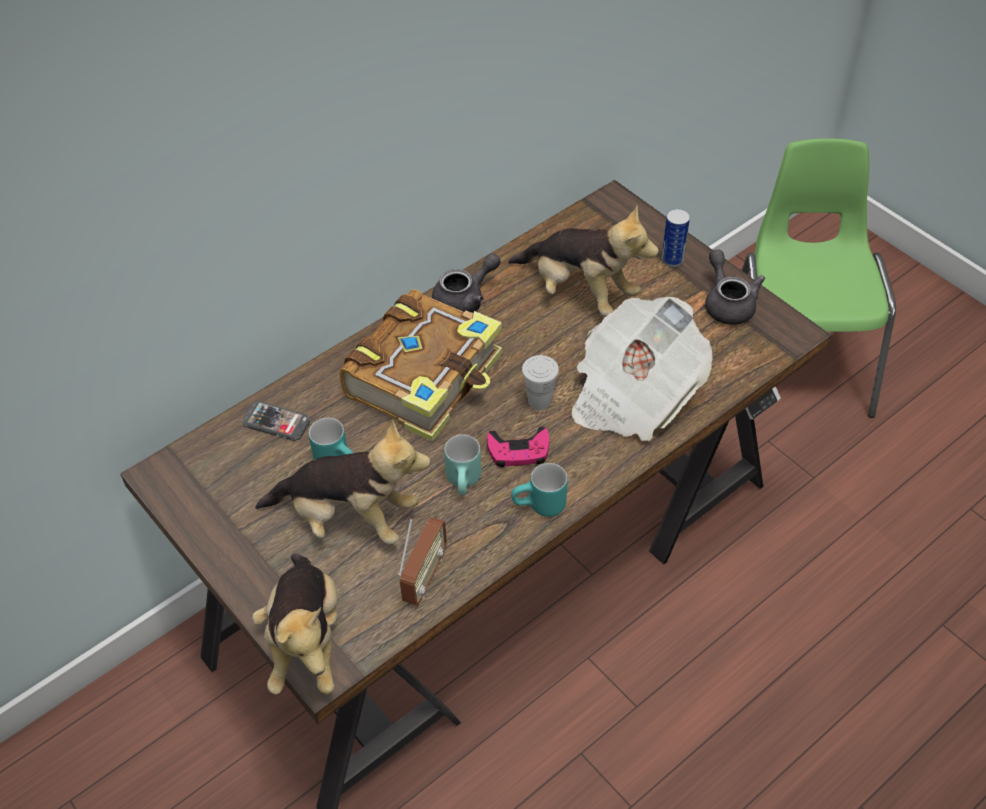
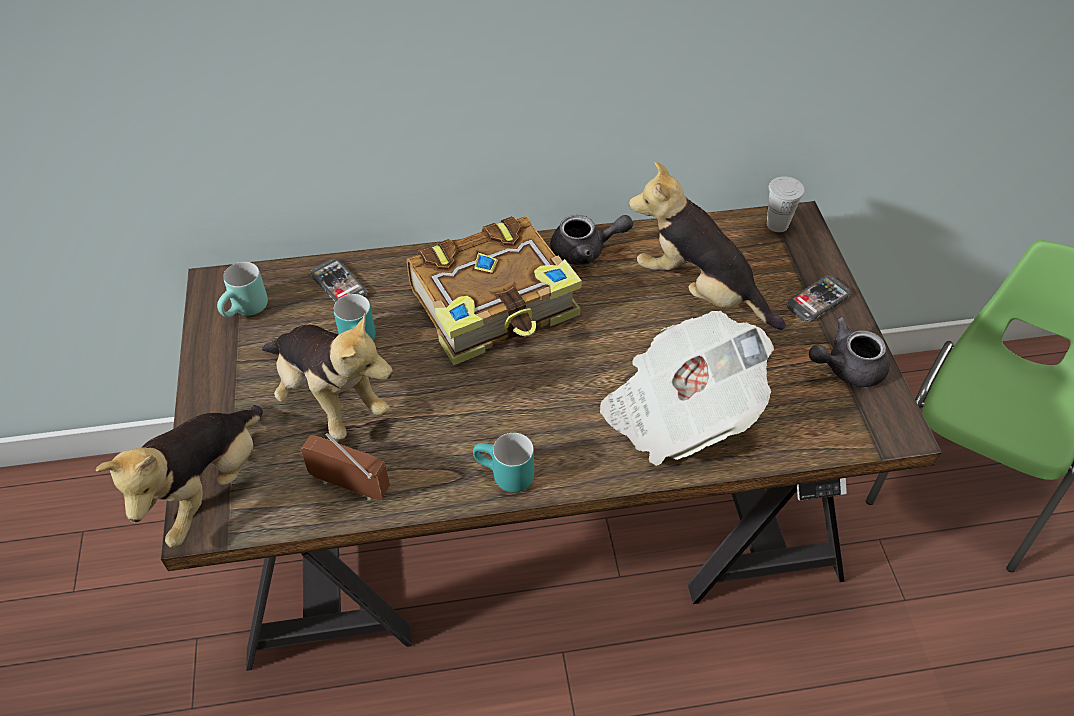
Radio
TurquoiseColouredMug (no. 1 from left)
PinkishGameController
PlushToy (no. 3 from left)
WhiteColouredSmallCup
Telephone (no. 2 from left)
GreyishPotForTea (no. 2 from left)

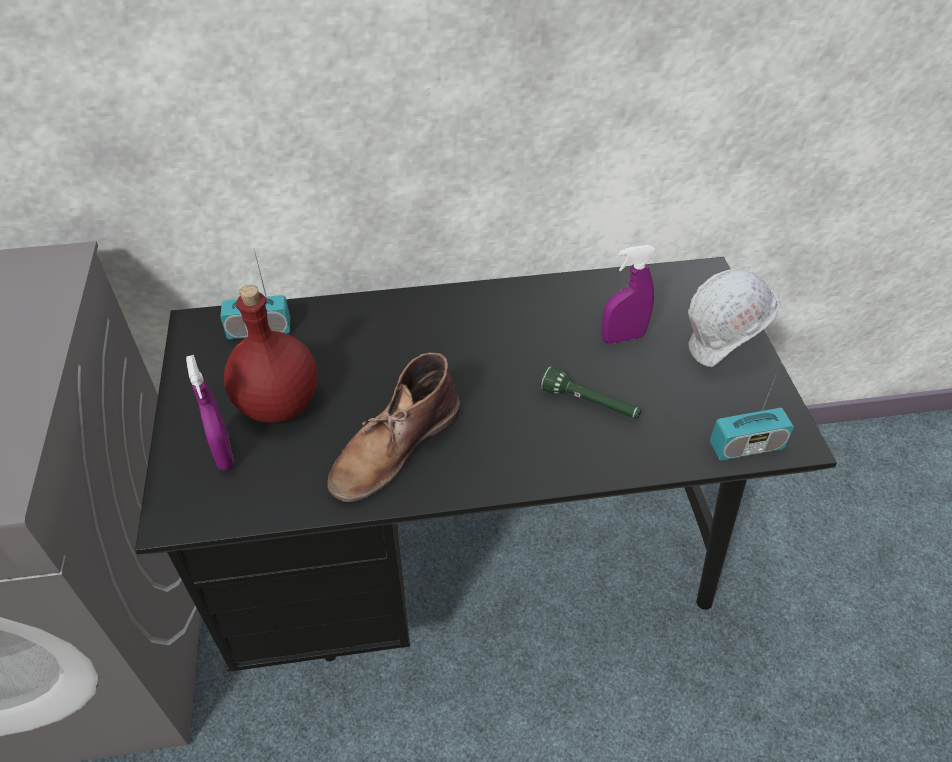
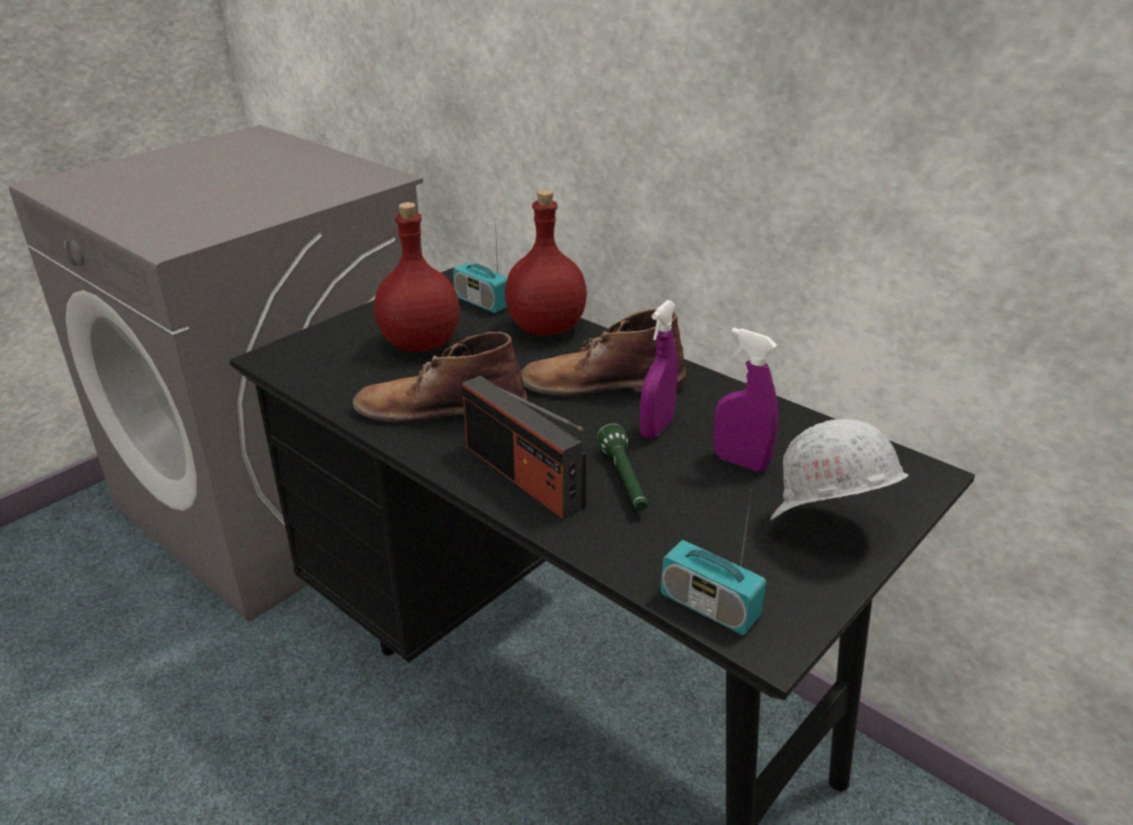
PurplishHandSprayer (no. 1 from left)
Radio (no. 2 from left)
RedBeverageBottle (no. 2 from left)
BrownColouredBoot (no. 2 from left)

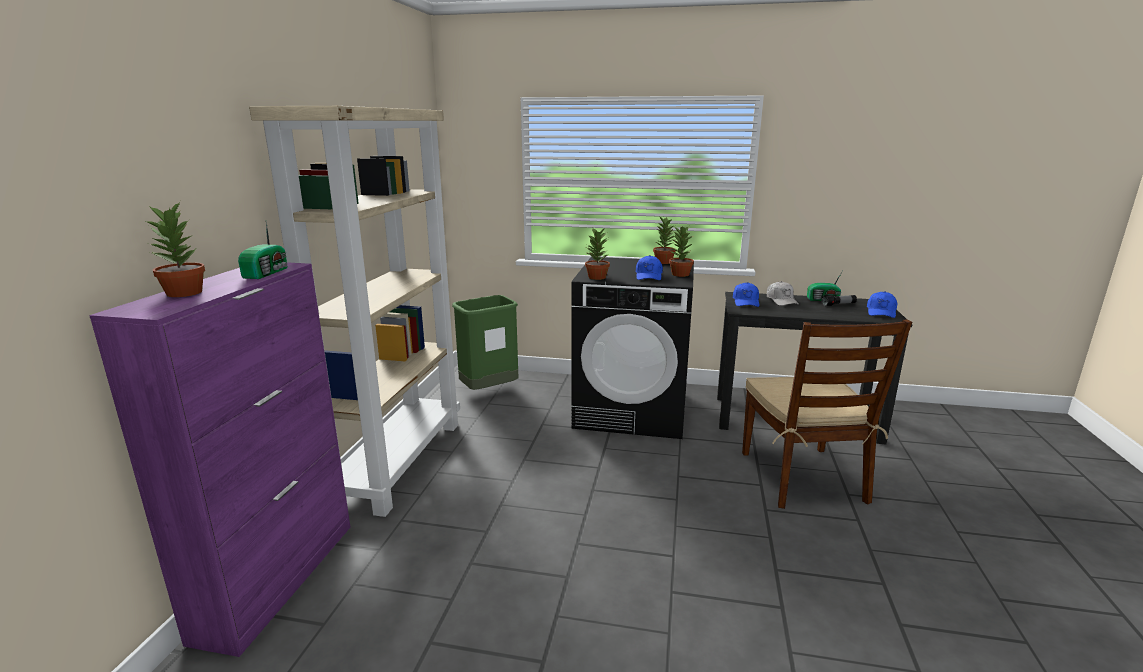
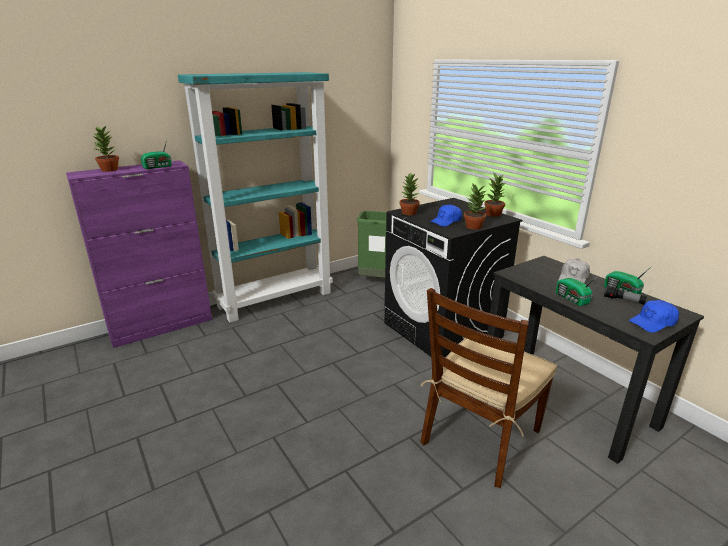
TurquoiseColouredBookcase
BlueBaseballCap (no. 2 from left in the first image)
Radio (no. 2 from left)

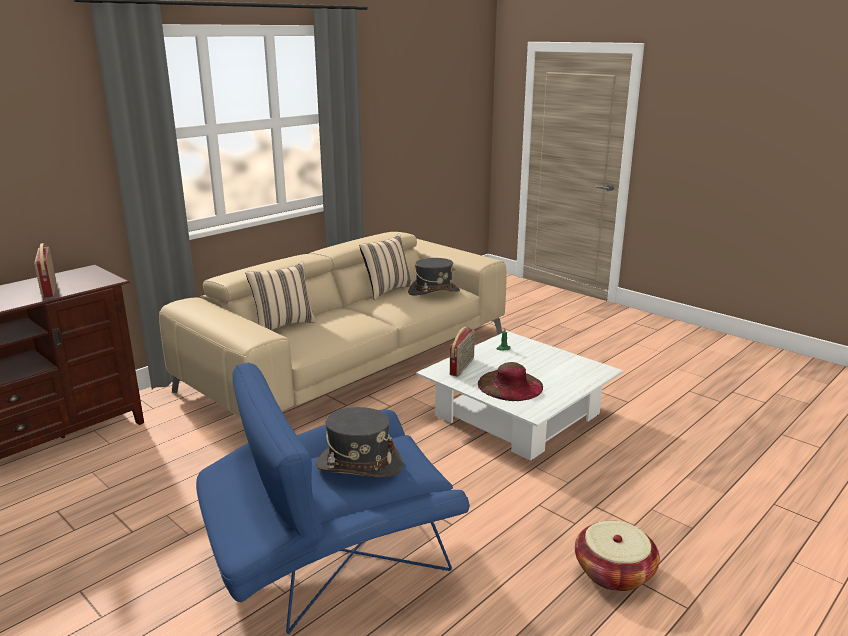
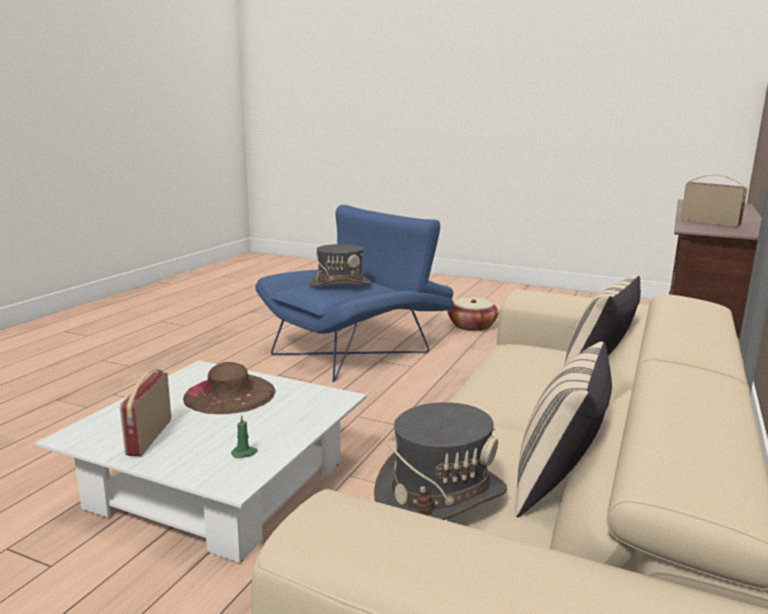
Radio (no. 1 from left)
Basket

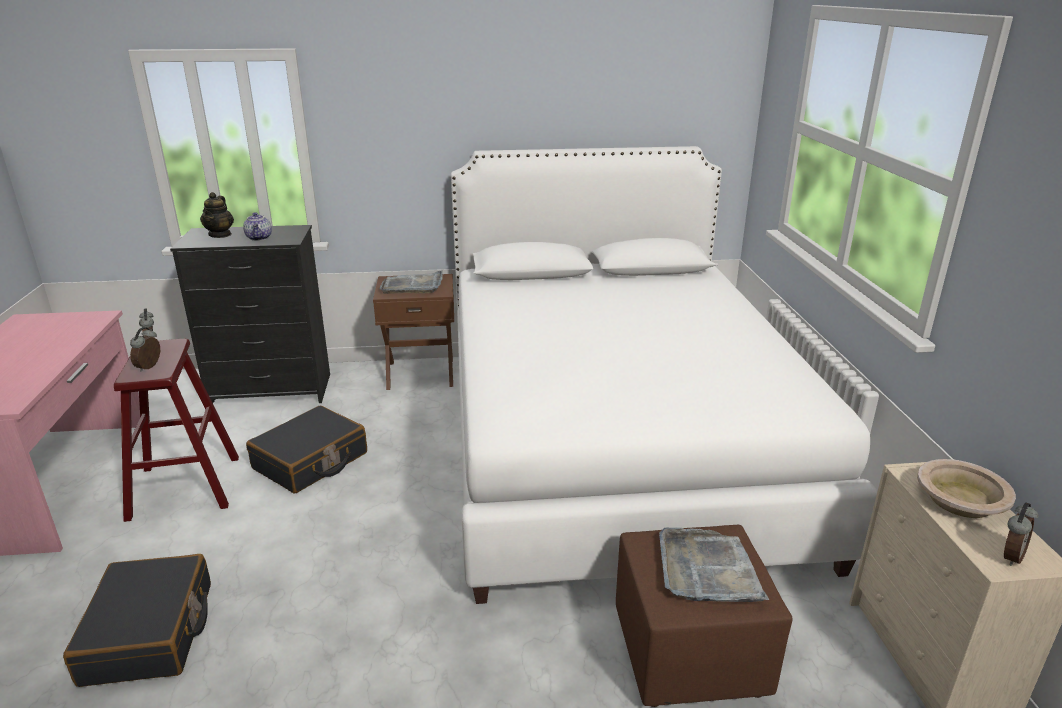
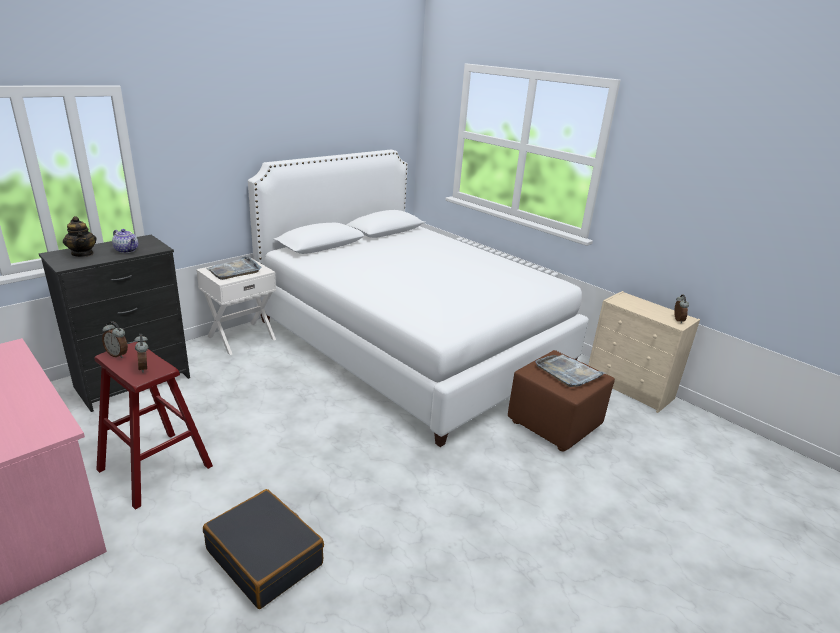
BlackColouredTravelCase (no. 2 from left in the first image)
WhiteColouredNightTable
BeigeServingBowl

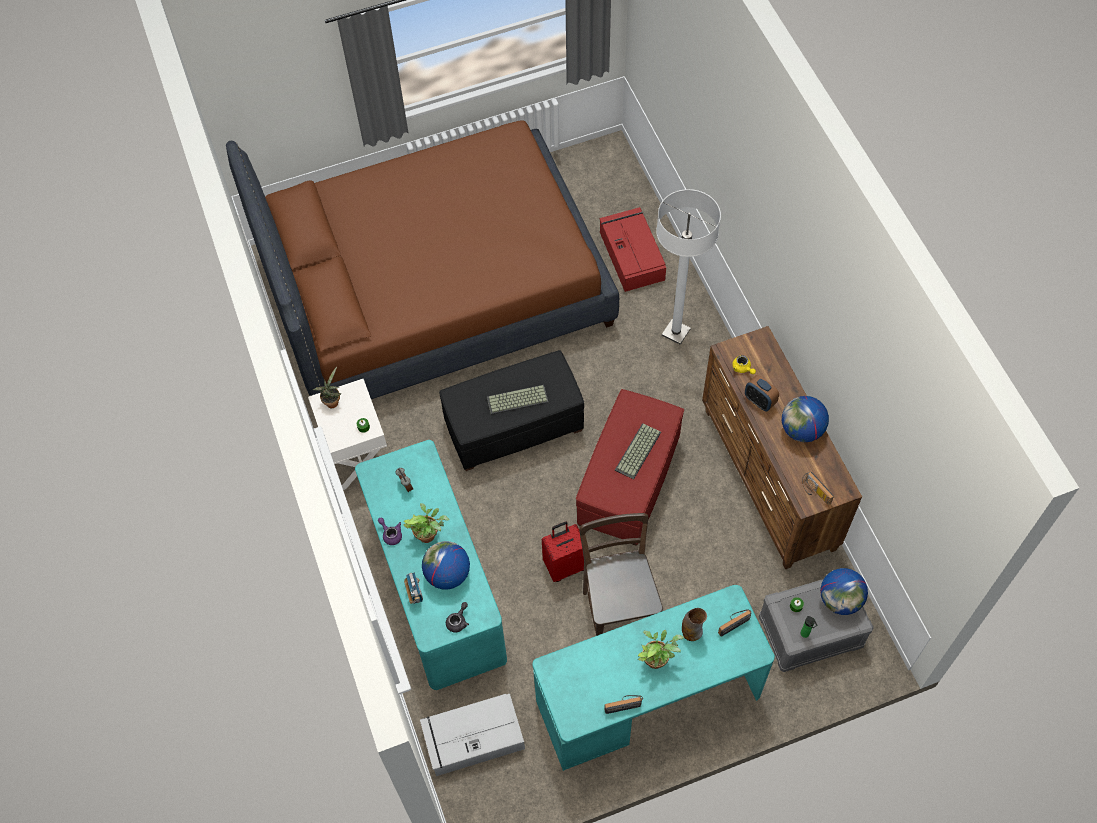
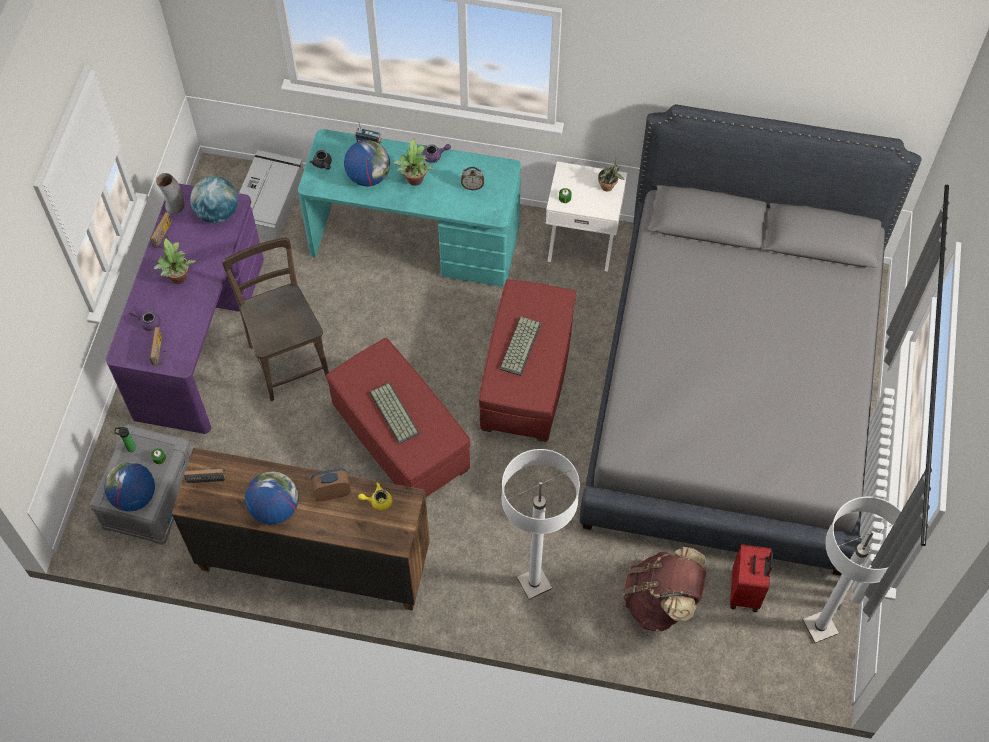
GreyishSleepingBed
RedPouffe (no. 2 from left)
PurplishDesk
RedTravelCase
BrownColouredUprightChair
BrownColouredRucksack
FlowerVase
PurplishPotForTea (no. 1 from left)
WorldGlobe (no. 2 from left)
WhiteColouredStandardLamp (no. 2 from left)

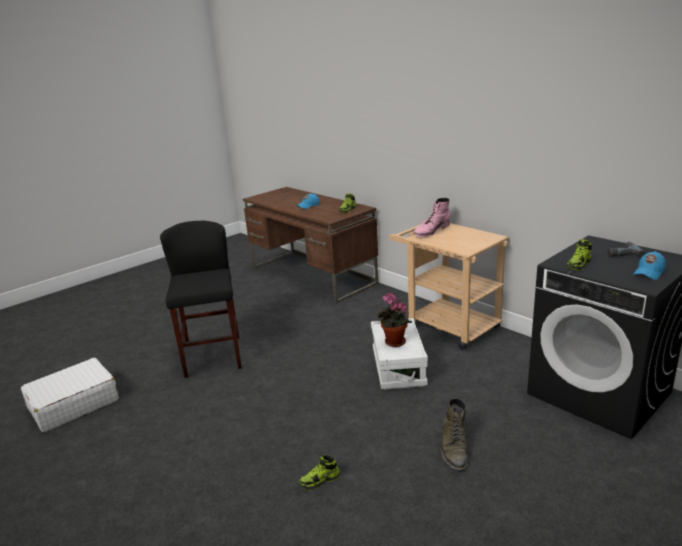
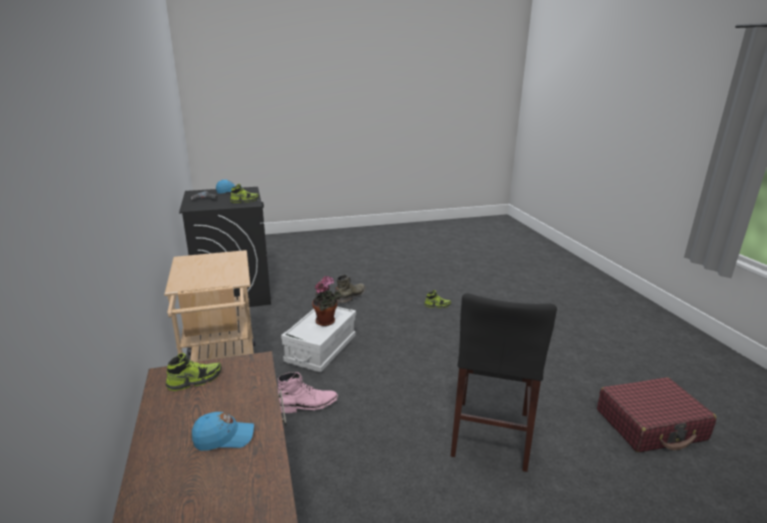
RedTravelCase
PinkishBoot

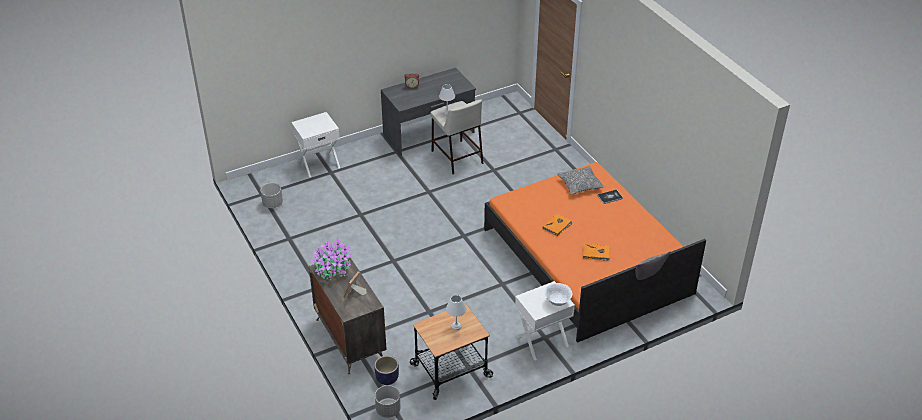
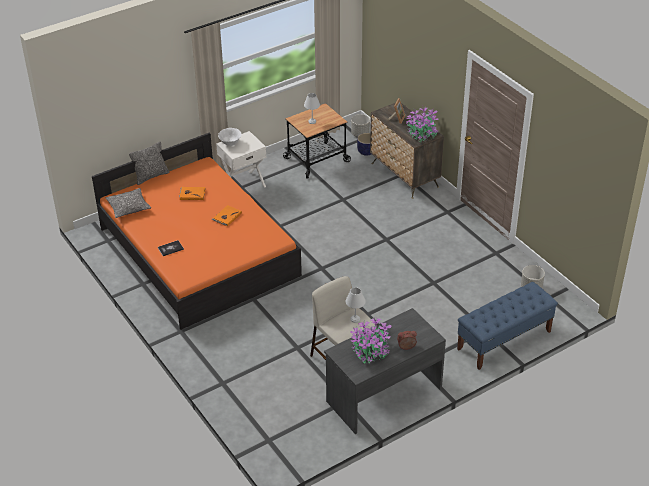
BlueLongSeat
Pillow (no. 1 from left)
PottedPlant (no. 1 from left)

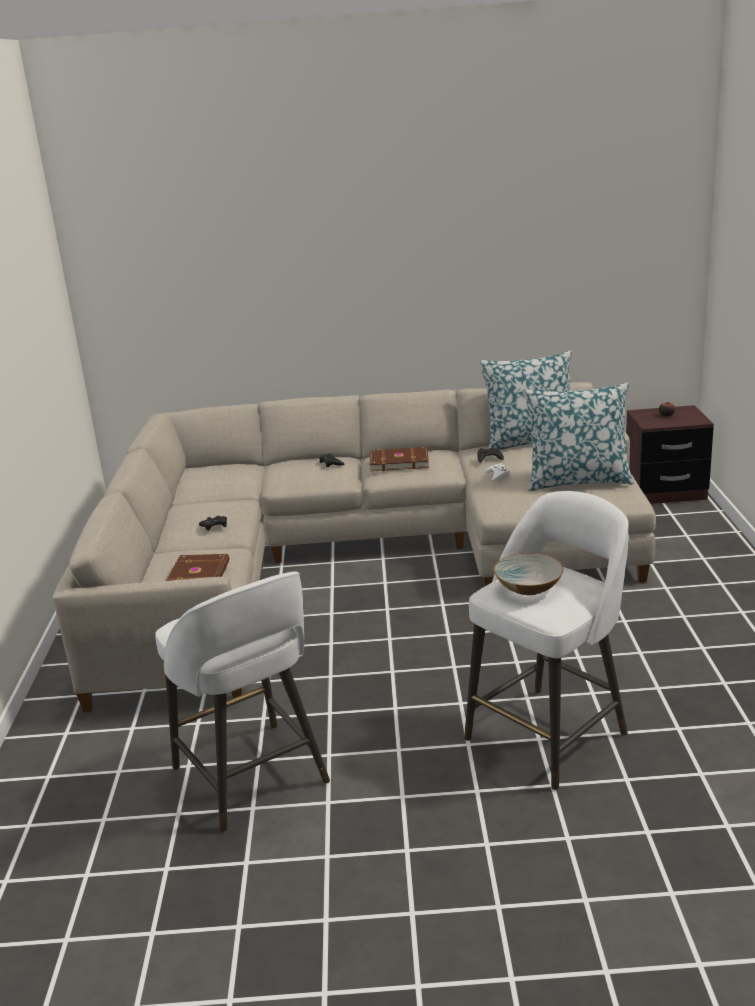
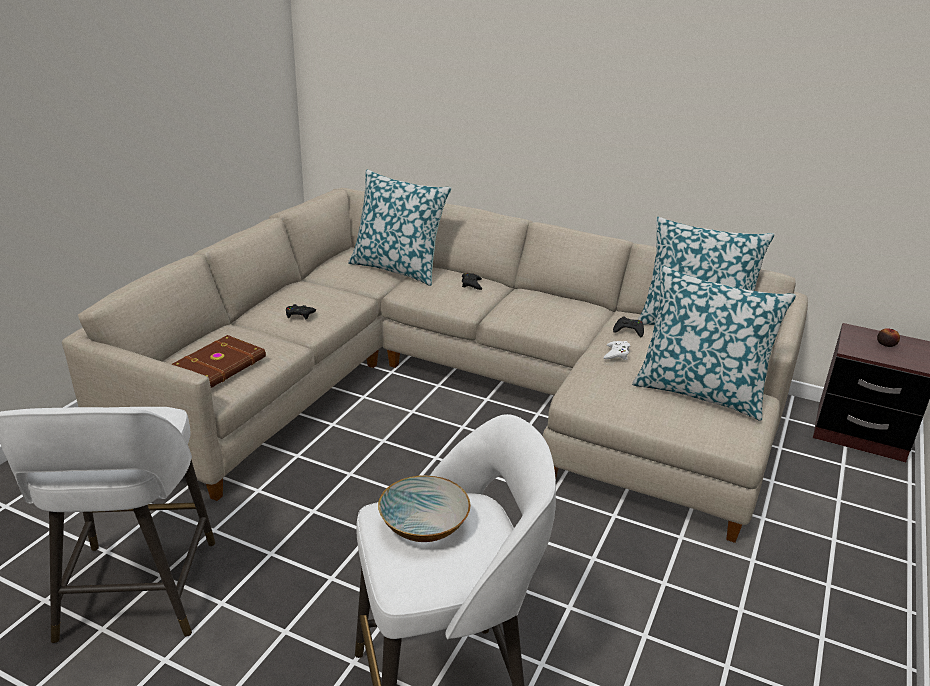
BrownColouredVolume (no. 2 from left in the first image)
Pillow (no. 1 from left)

